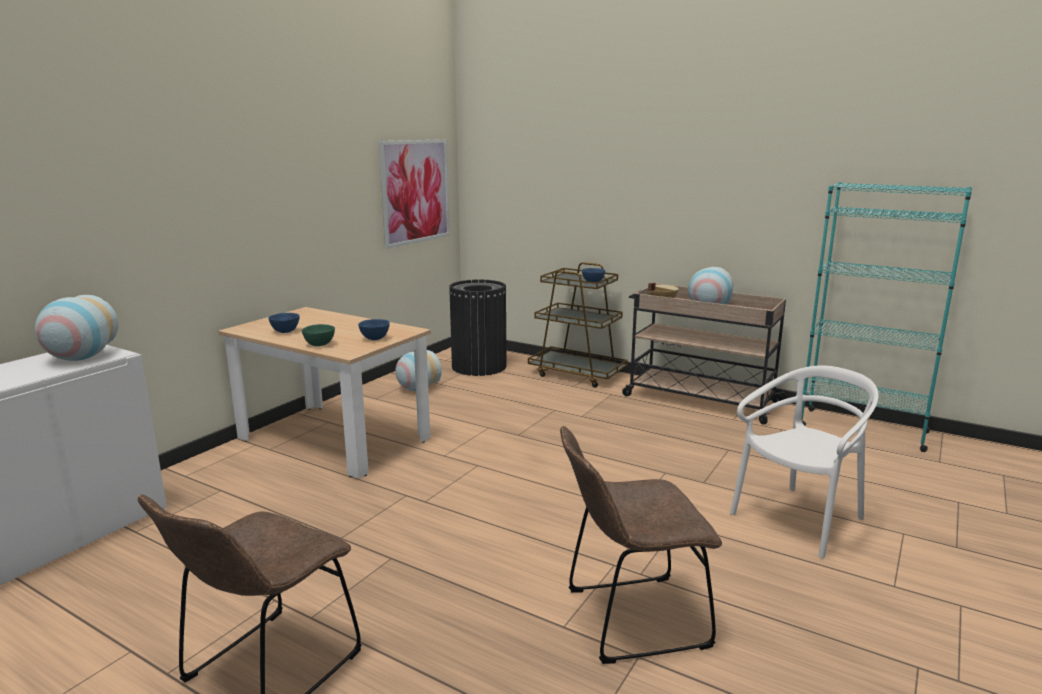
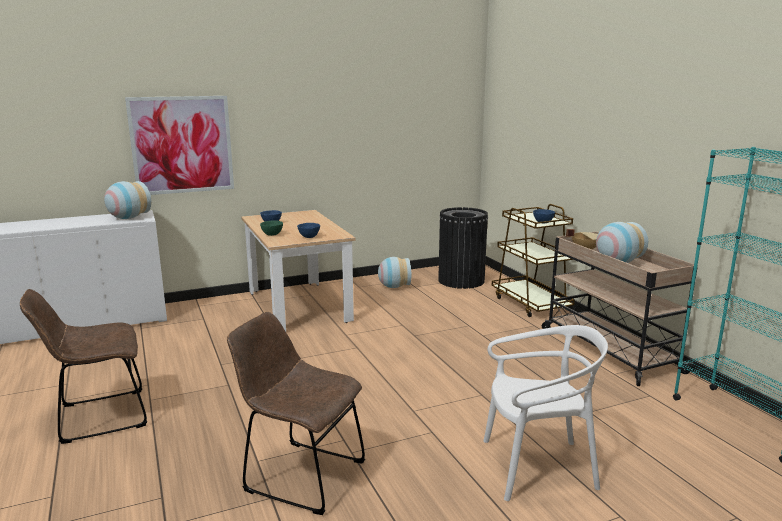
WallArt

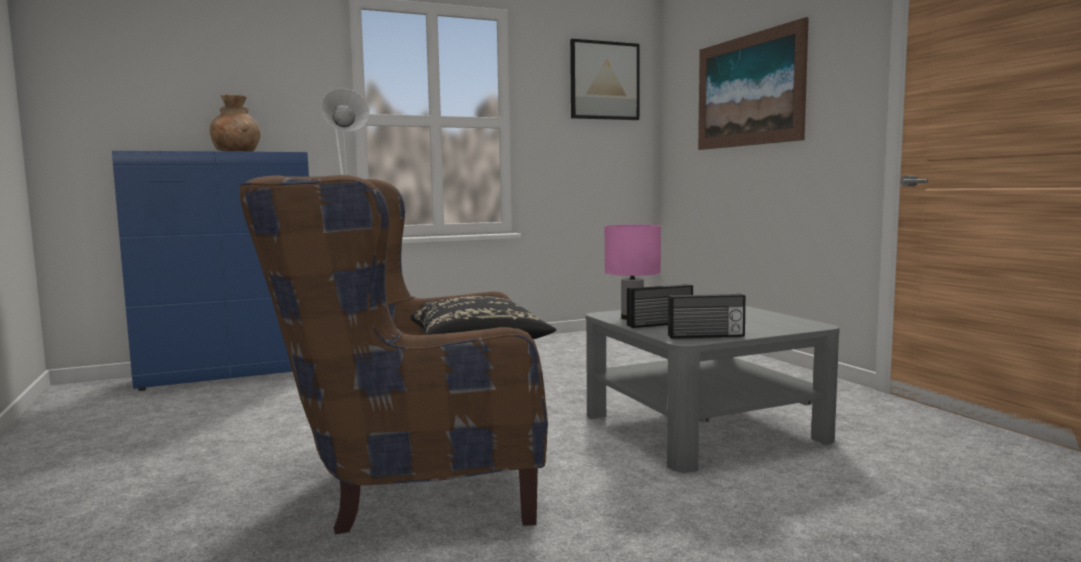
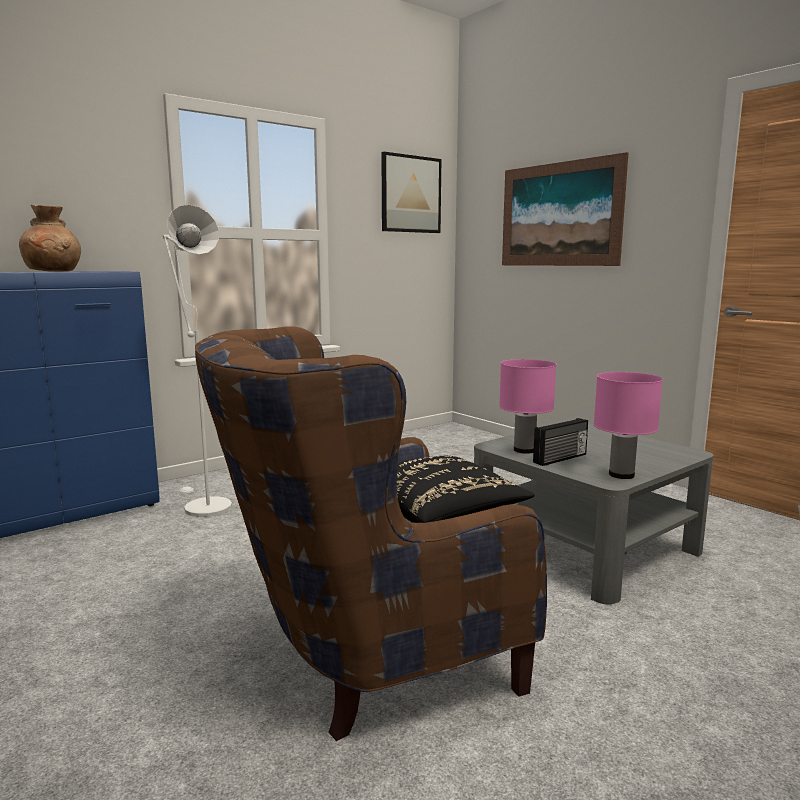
PinkishLampForATable (no. 2 from left)

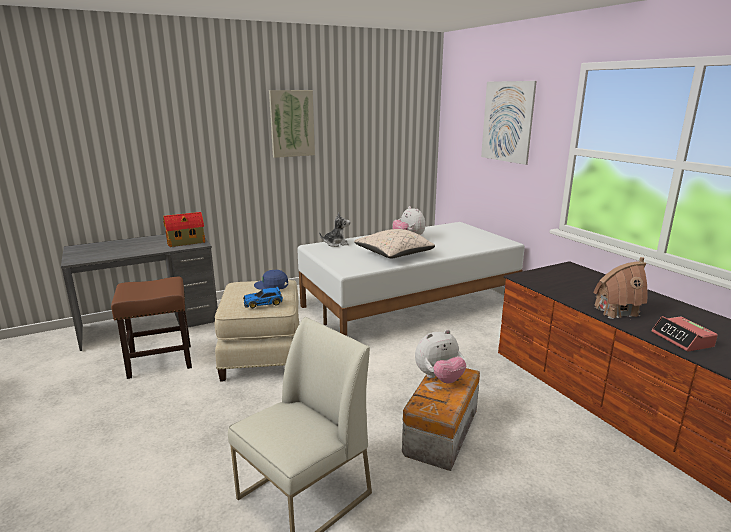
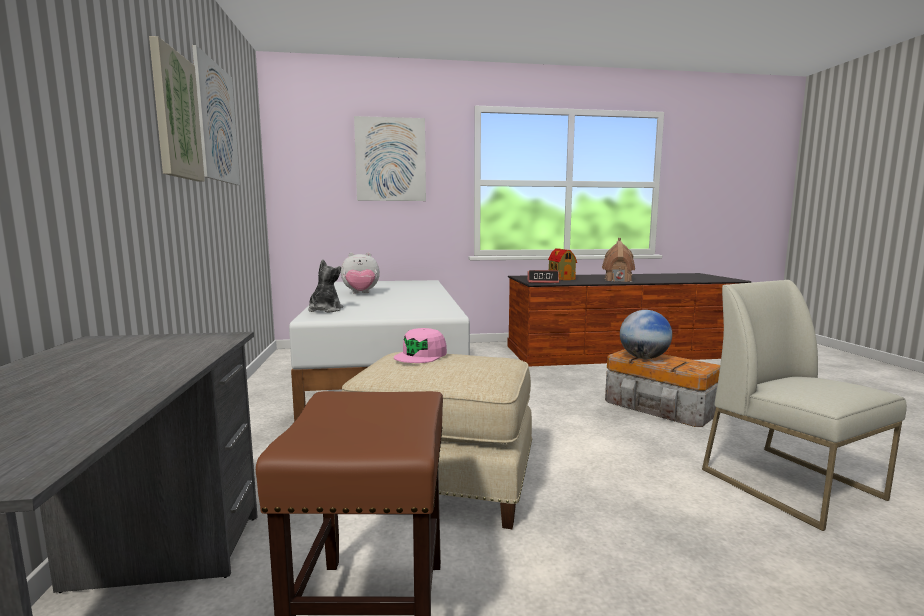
ModelHouse (no. 1 from left)
MiniatureCar
PinkishBaseballCap
BeigePillow
WorldGlobe
TableClock
WallArt (no. 2 from left)

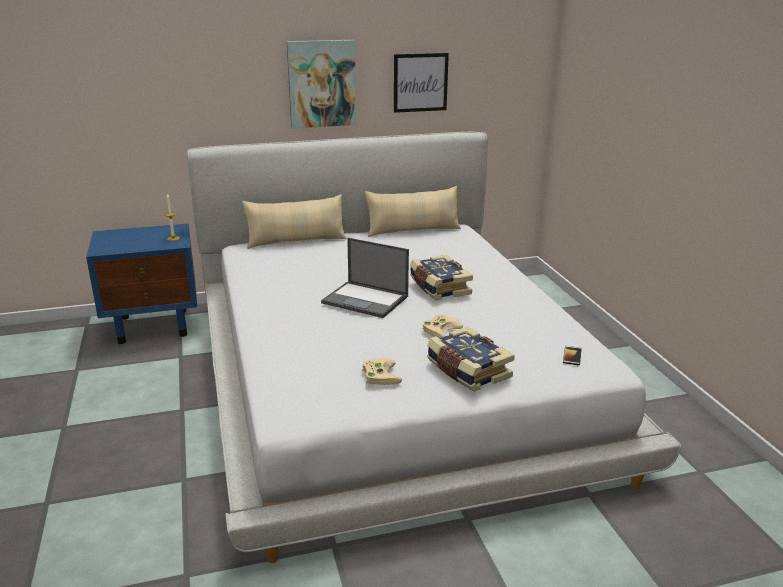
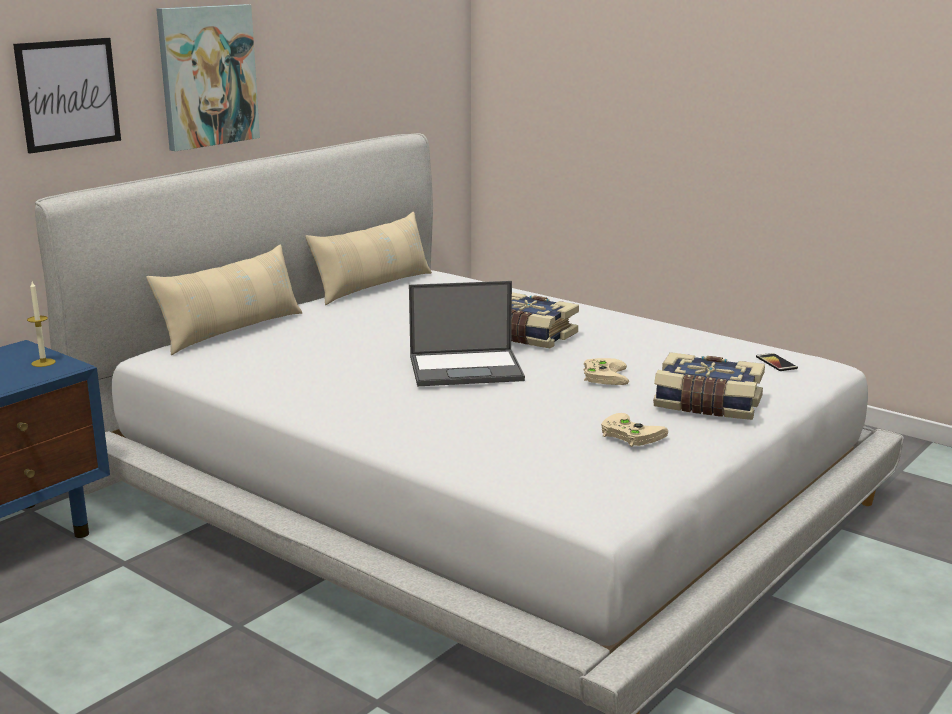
WallArt (no. 1 from left)

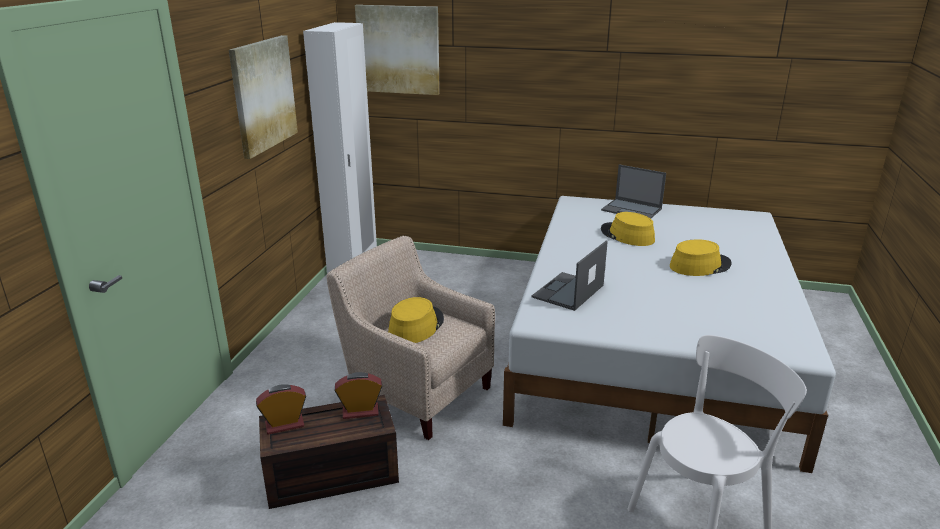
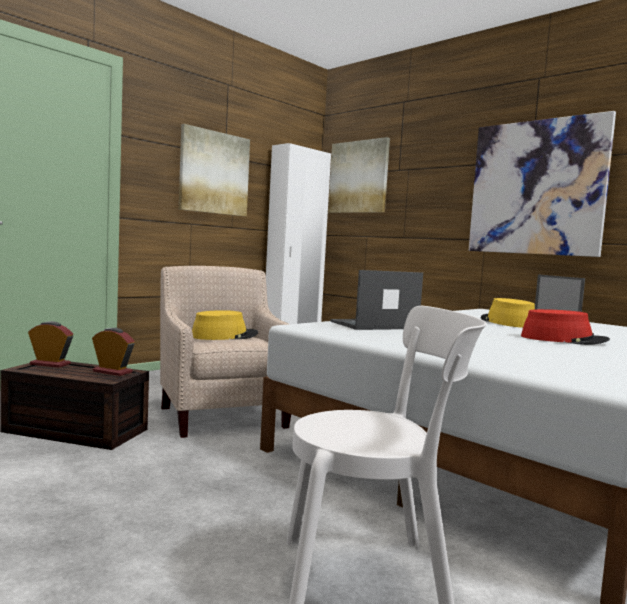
RedHat
WallArt (no. 3 from left)

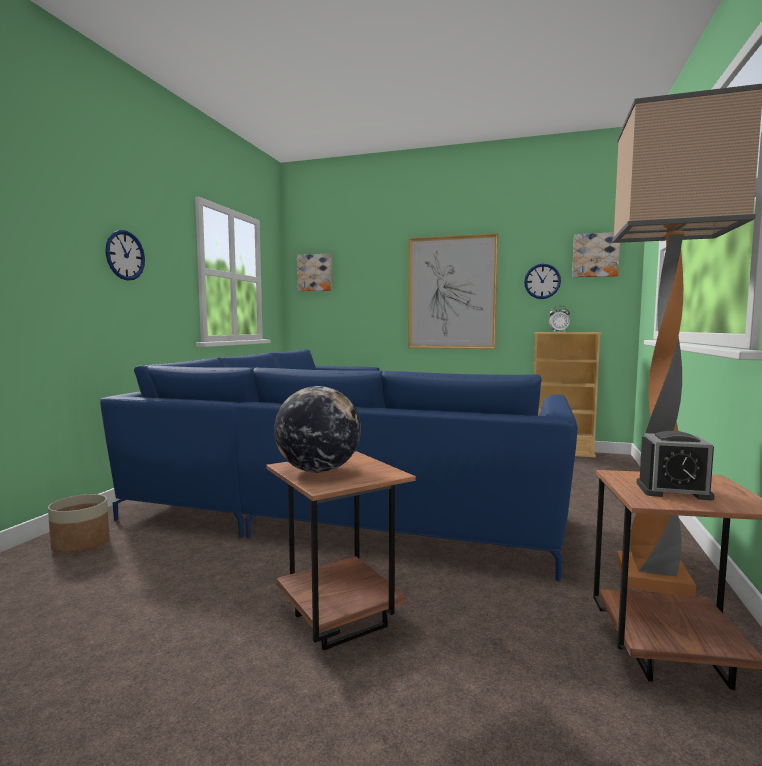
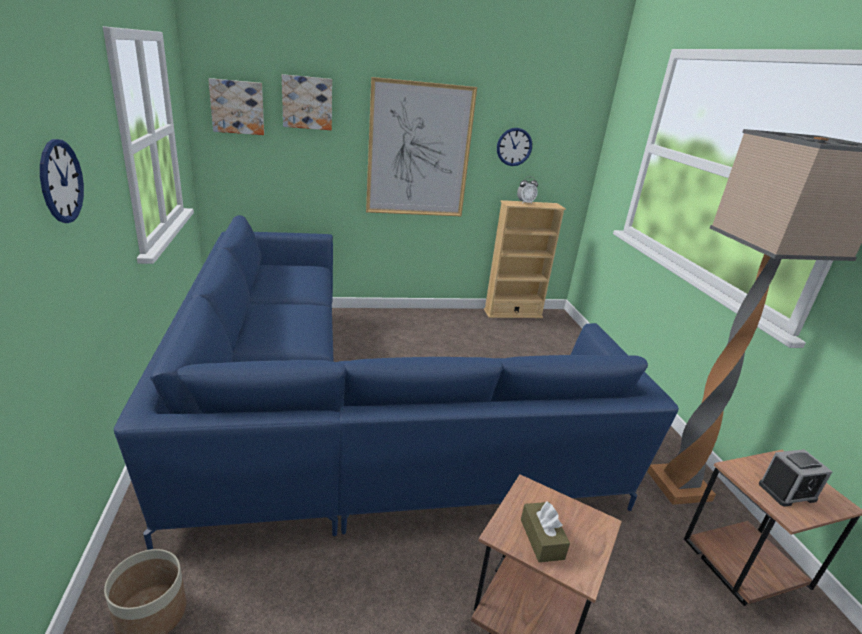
BrownColouredBoxOfTissues
WallArt (no. 2 from left)

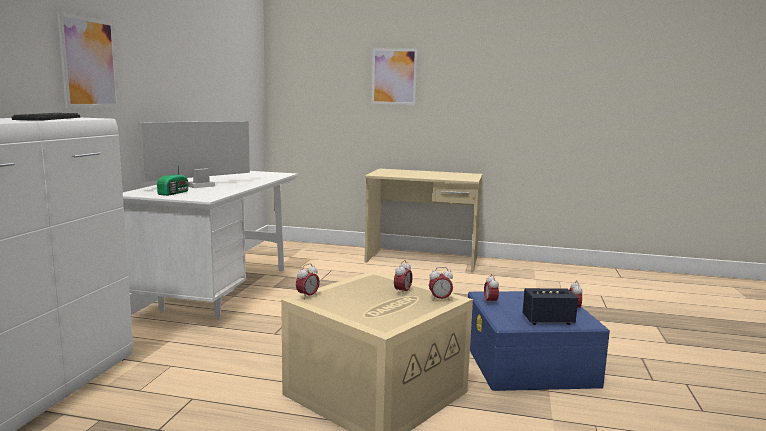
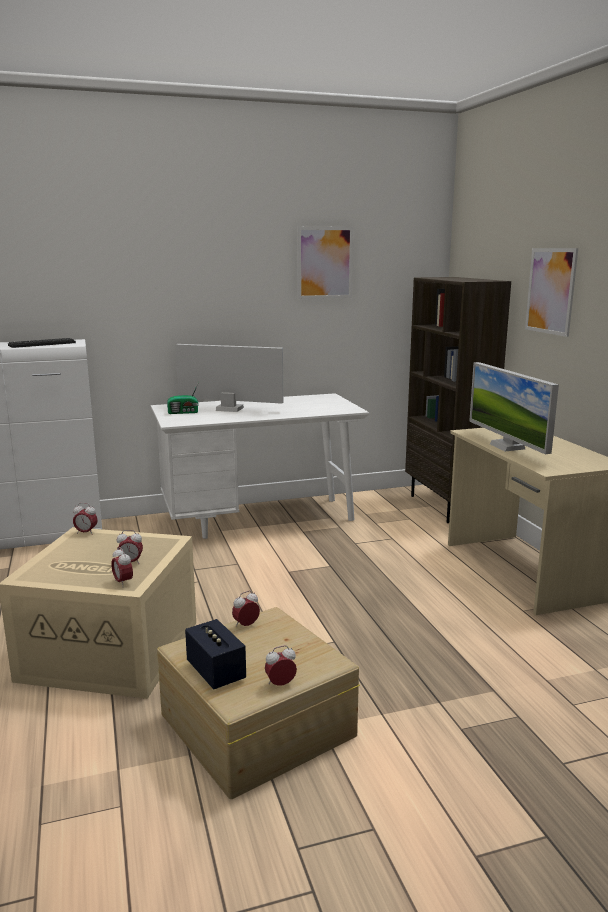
WallArt (no. 1 from left)
BeigeStorageBin (no. 2 from left)
BrownColouredBookcase
ComputerDisplay (no. 2 from left)

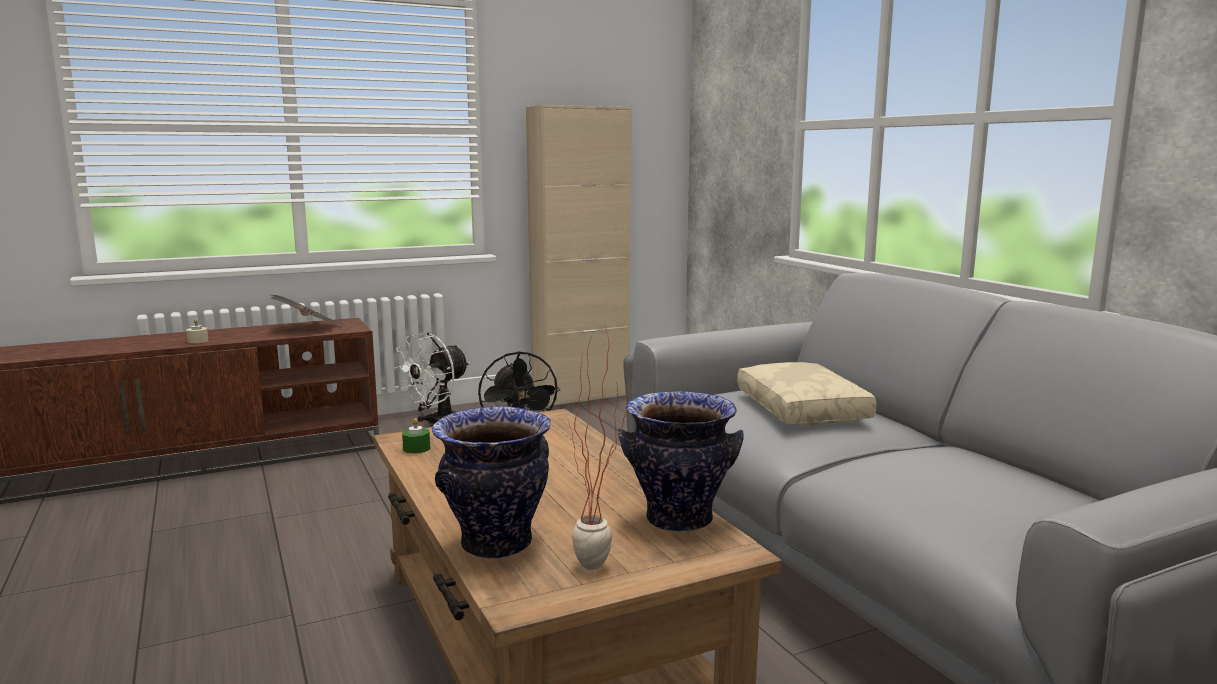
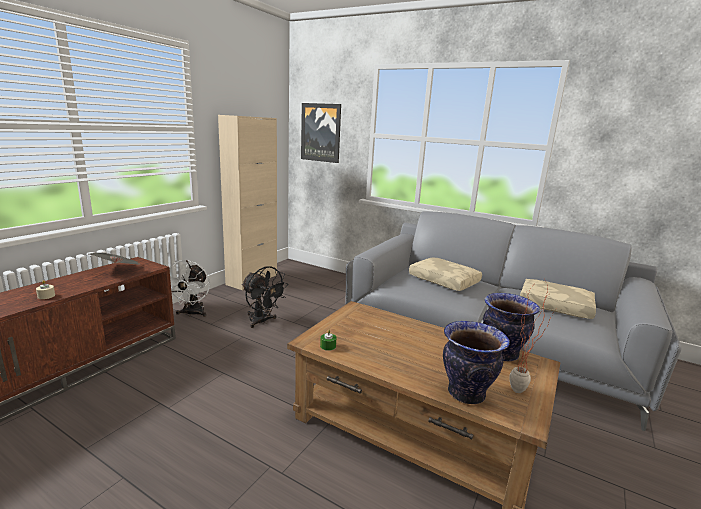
WallArt
BeigePillow (no. 2 from left)

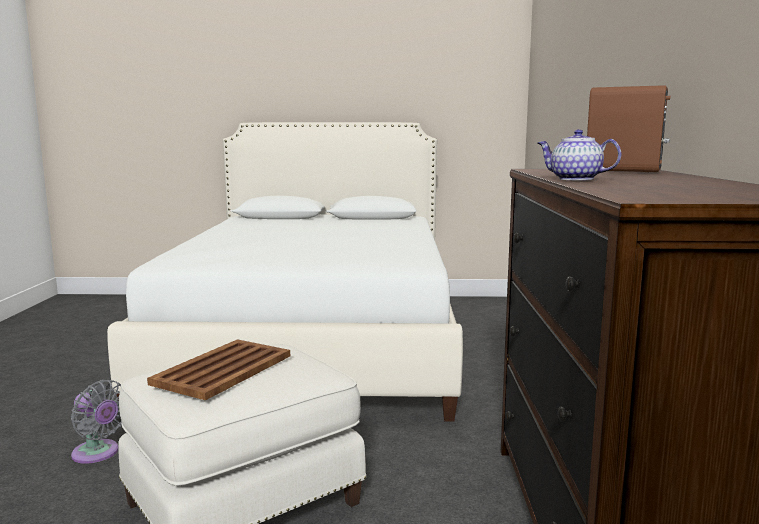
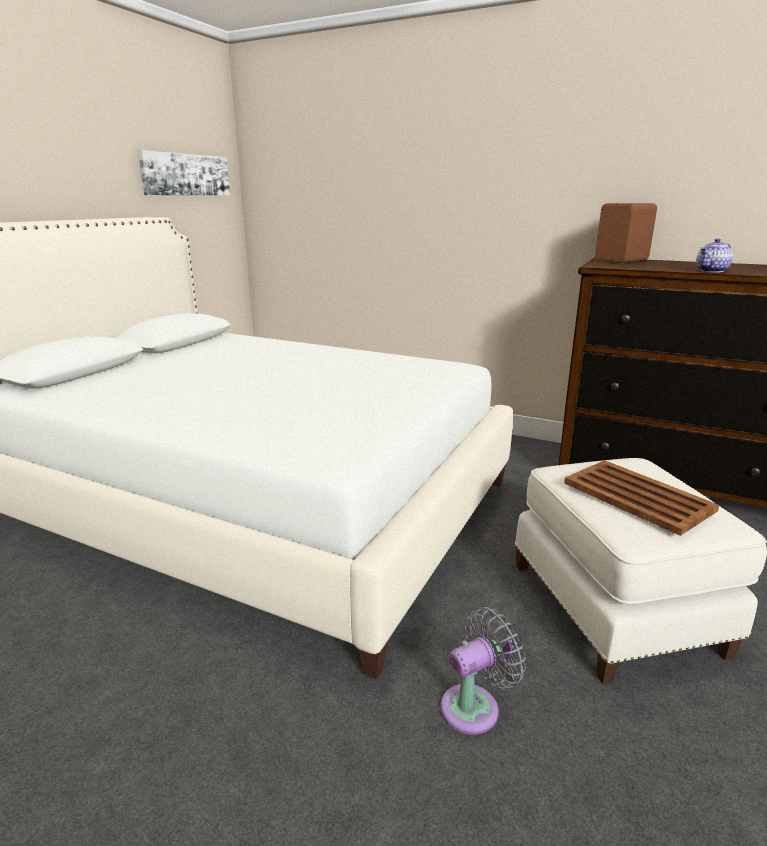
WallArt

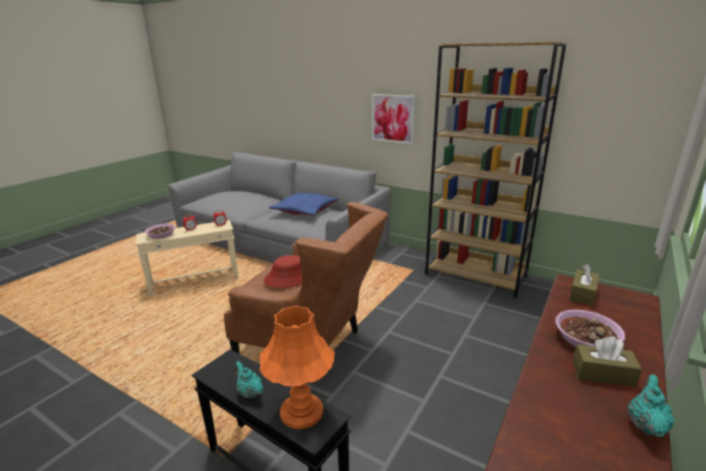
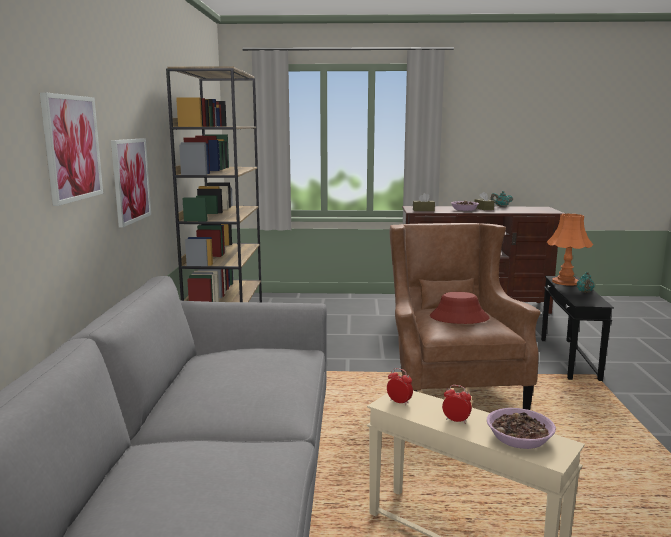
BluePillow
WallArt (no. 1 from left)

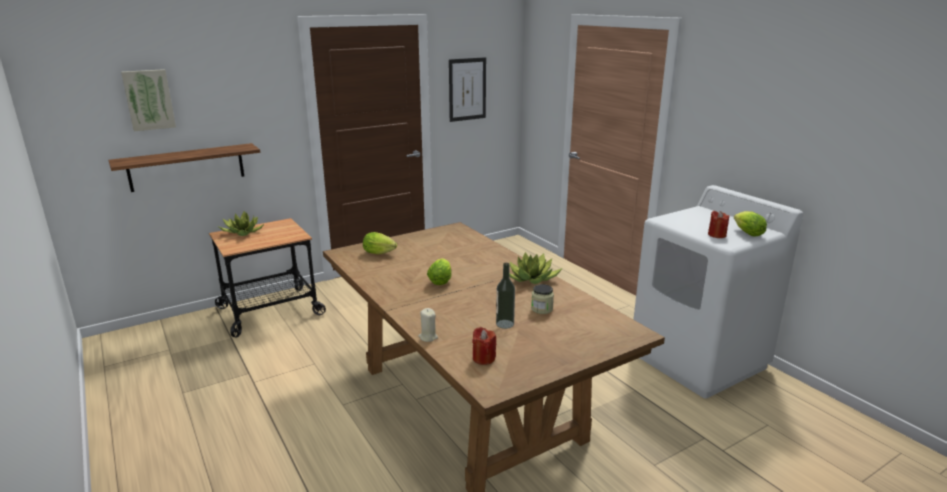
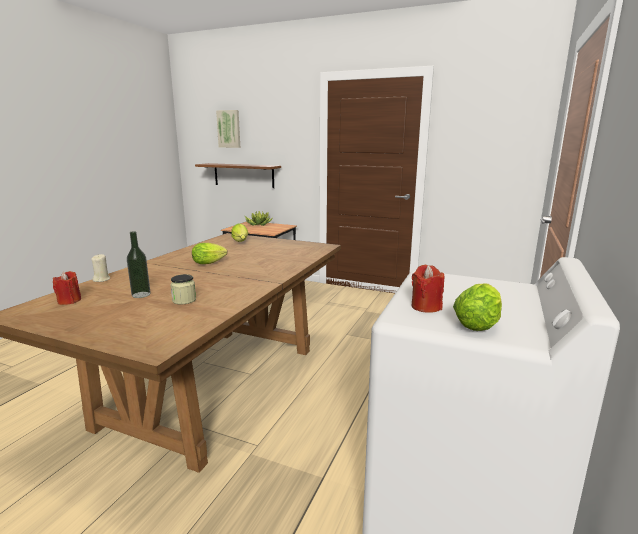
WallArt (no. 2 from left in the first image)
PottedPlant (no. 2 from left in the first image)

